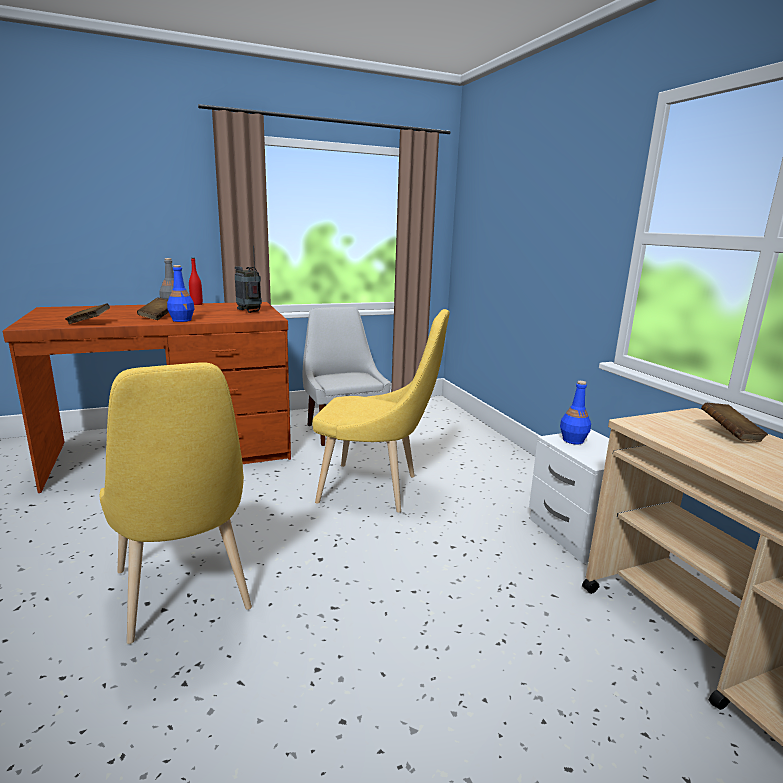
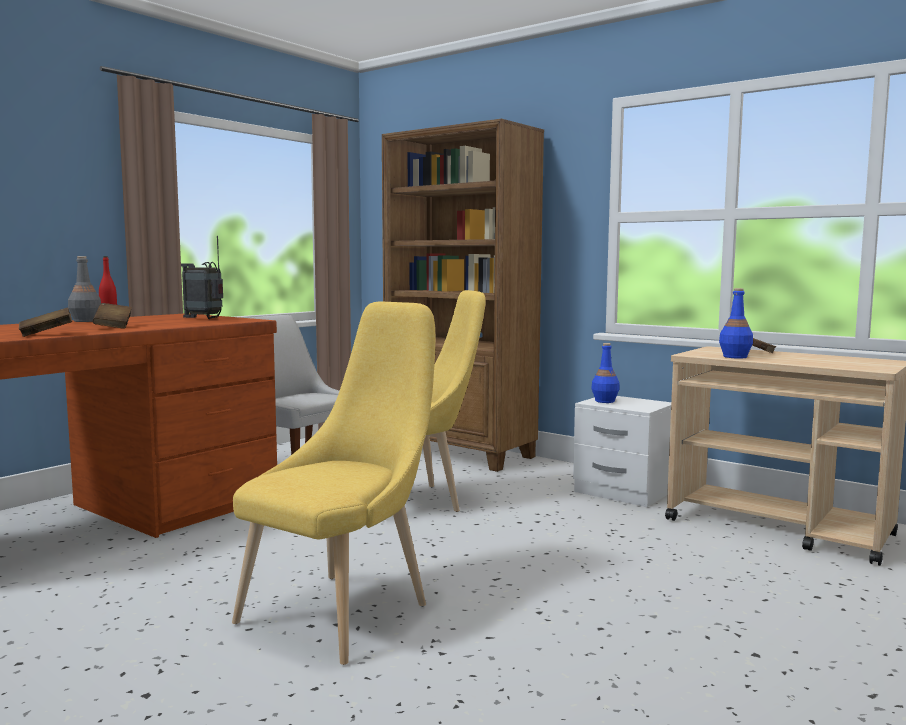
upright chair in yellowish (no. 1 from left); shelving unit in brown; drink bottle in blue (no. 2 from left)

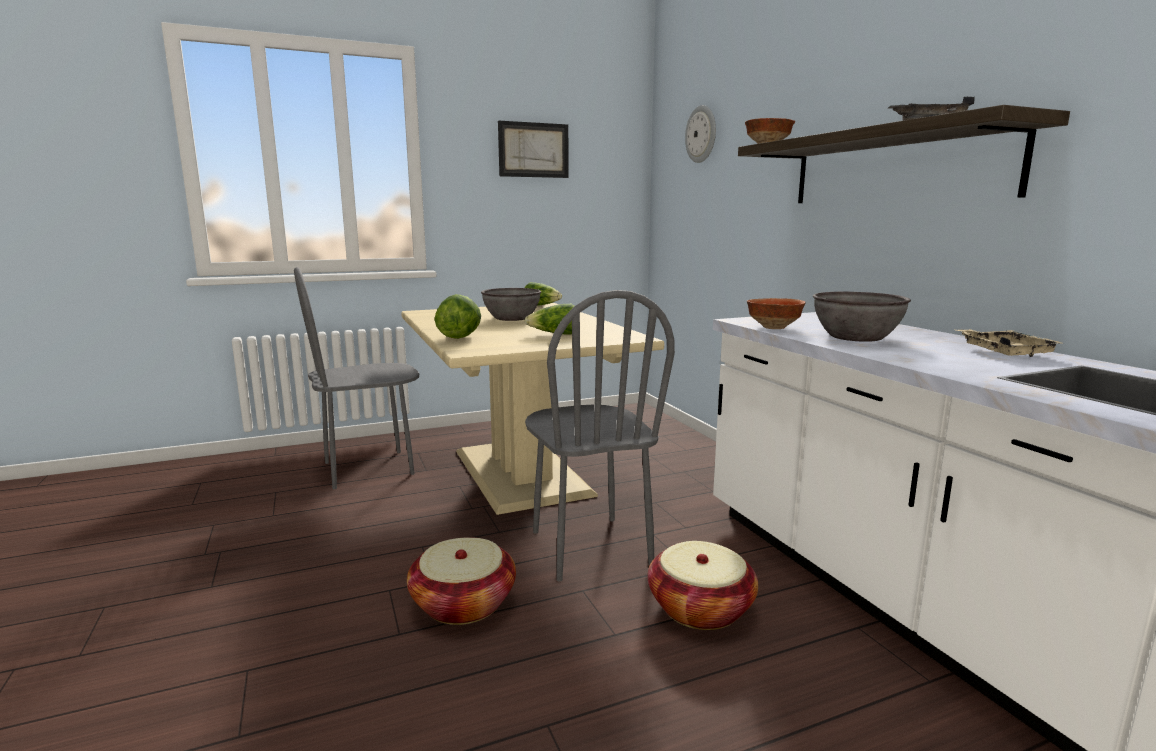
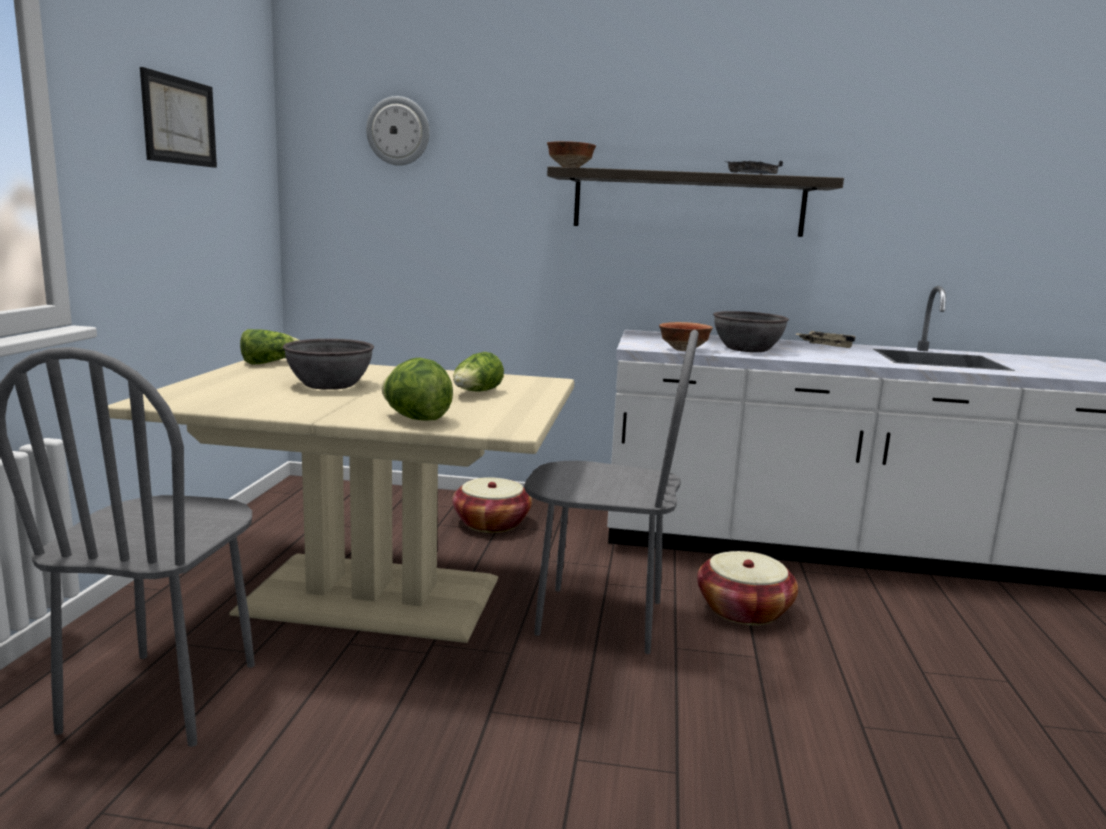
household basket (no. 1 from left)

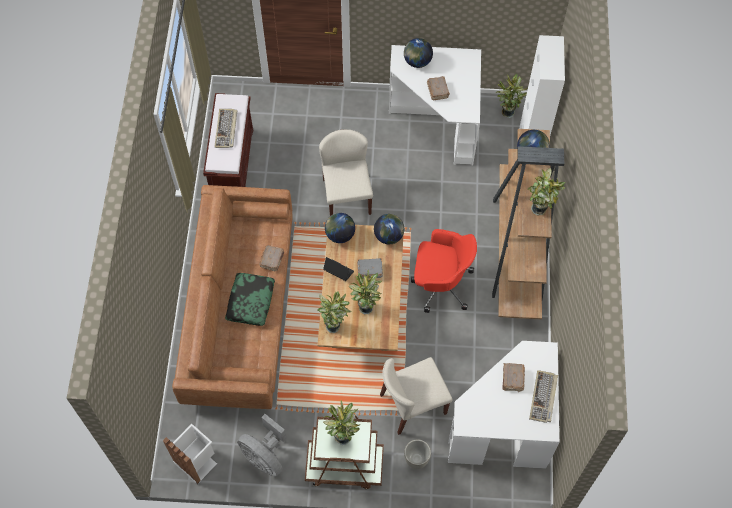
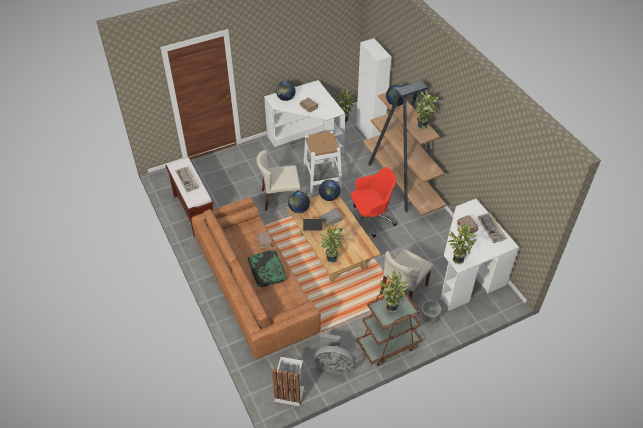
upright chair in beige (no. 1 from left); stool seat in whitish; potted plant (no. 5 from left)

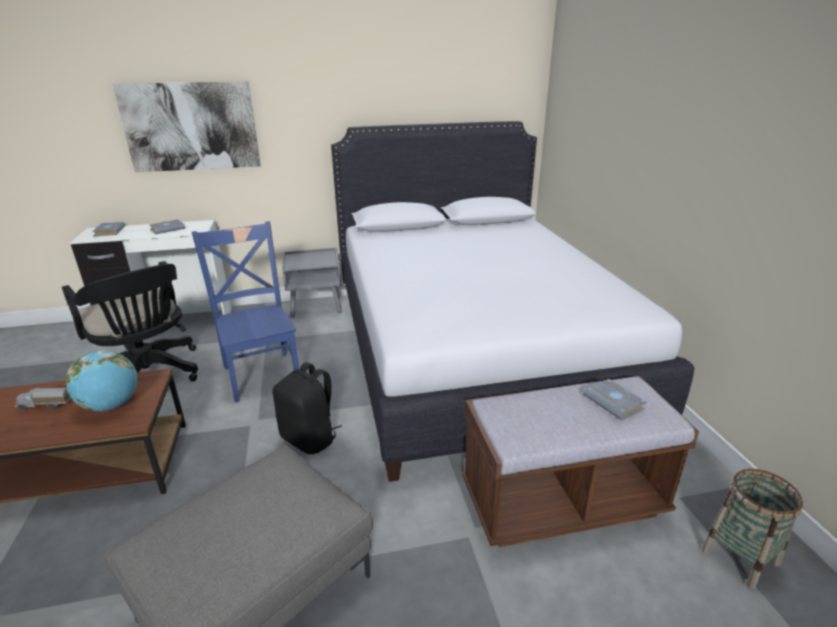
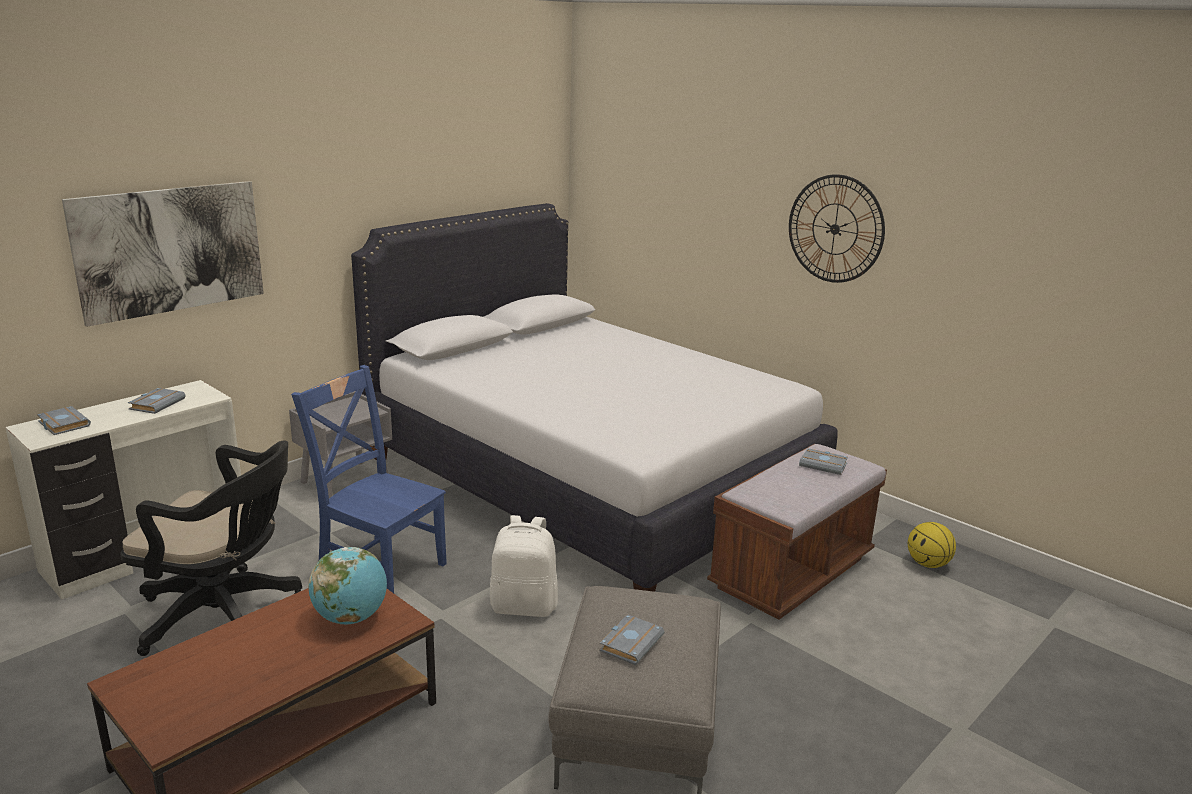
rucksack in whitish; book in grey (no. 3 from left); wall clock; ball for basketball; toy truck

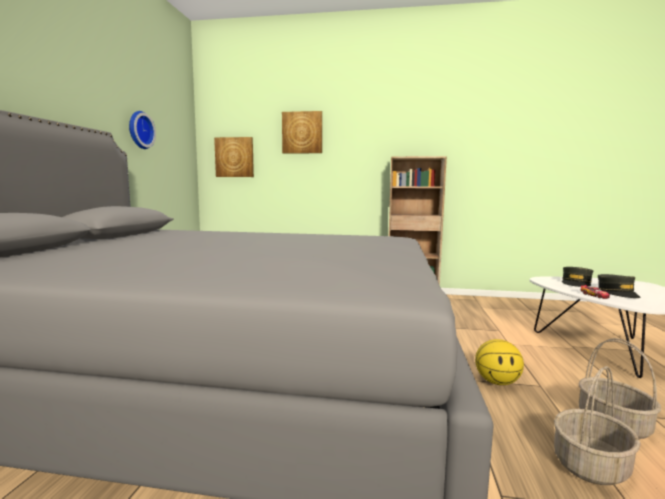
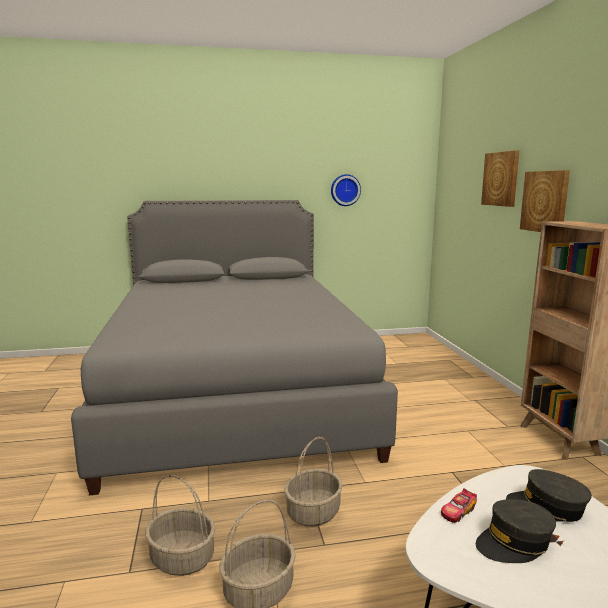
household basket (no. 3 from left); picture (no. 2 from left)

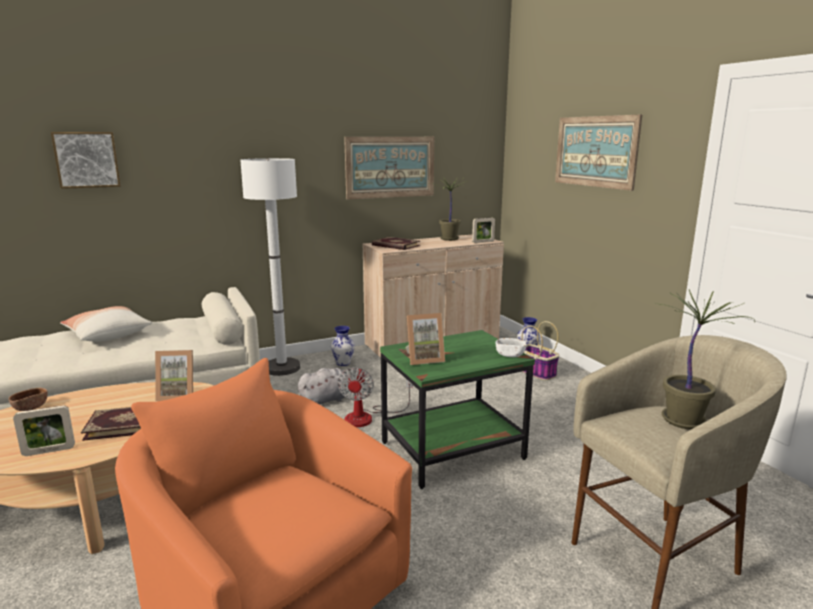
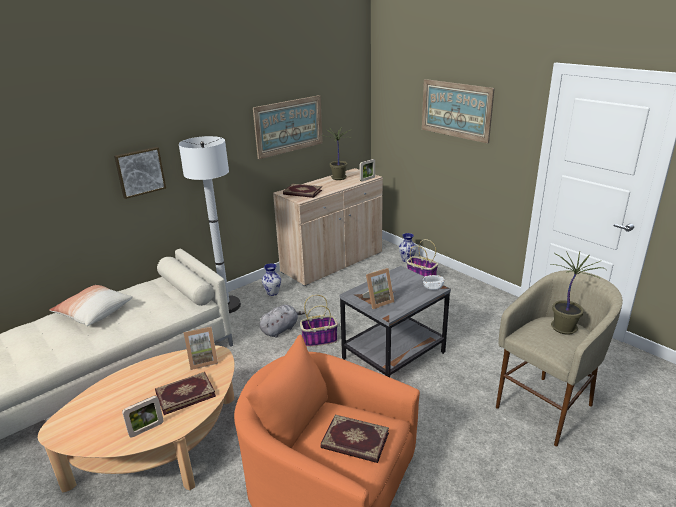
picture (no. 1 from left); household basket (no. 1 from left); book (no. 3 from left); accent table in grey; bowl in brown

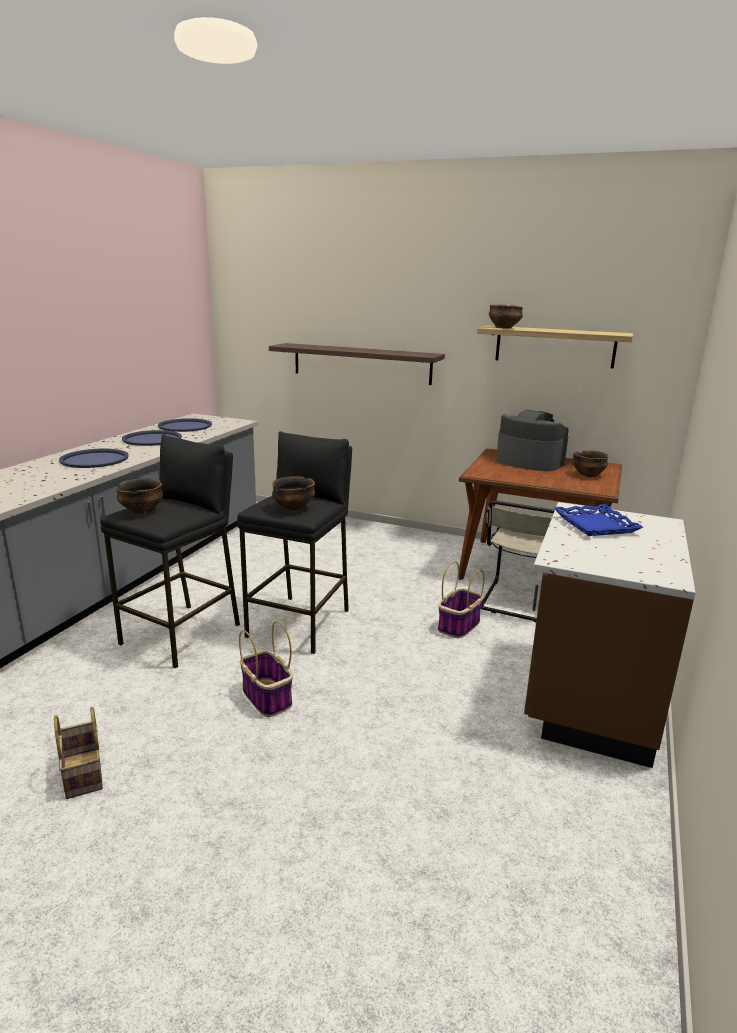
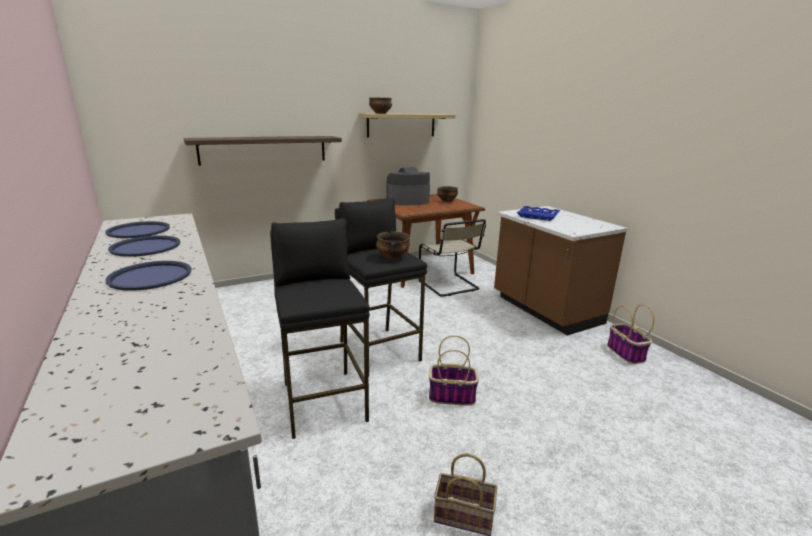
household basket (no. 3 from left); bowl (no. 1 from left in the first image)

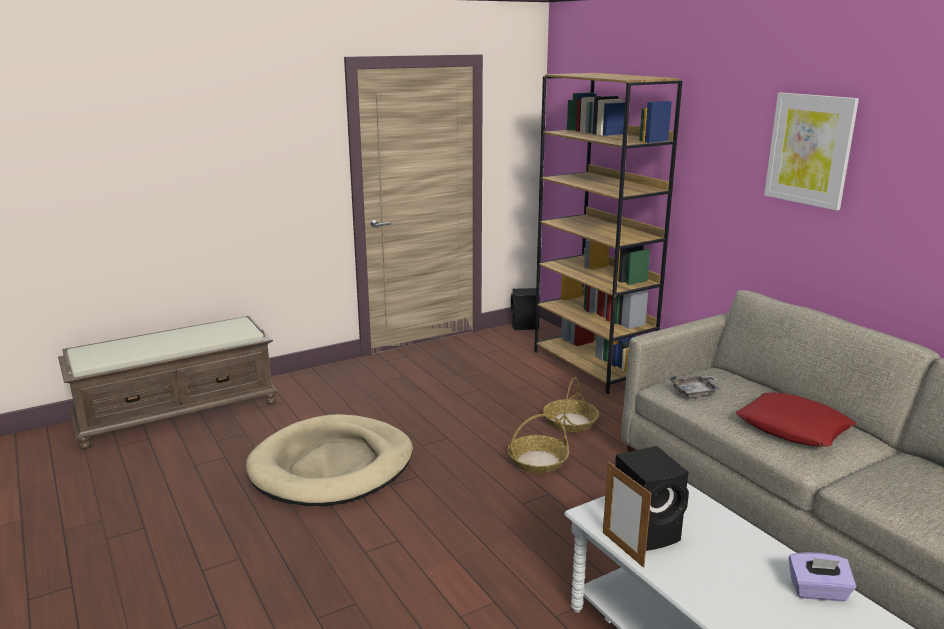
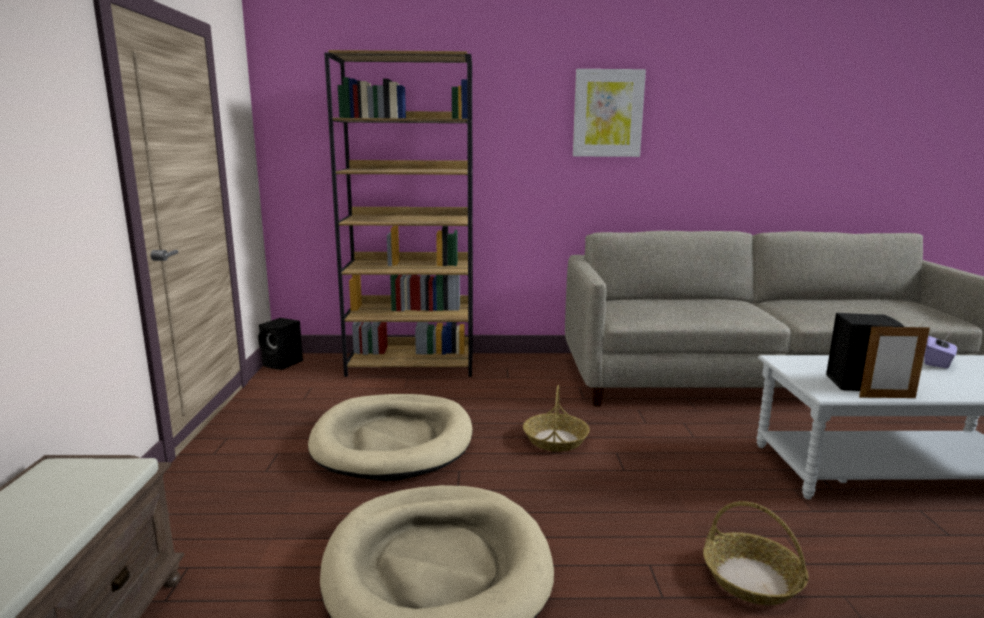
dog cushion in beige (no. 1 from left); household basket (no. 2 from left); carrying tray in grey; pillow in red

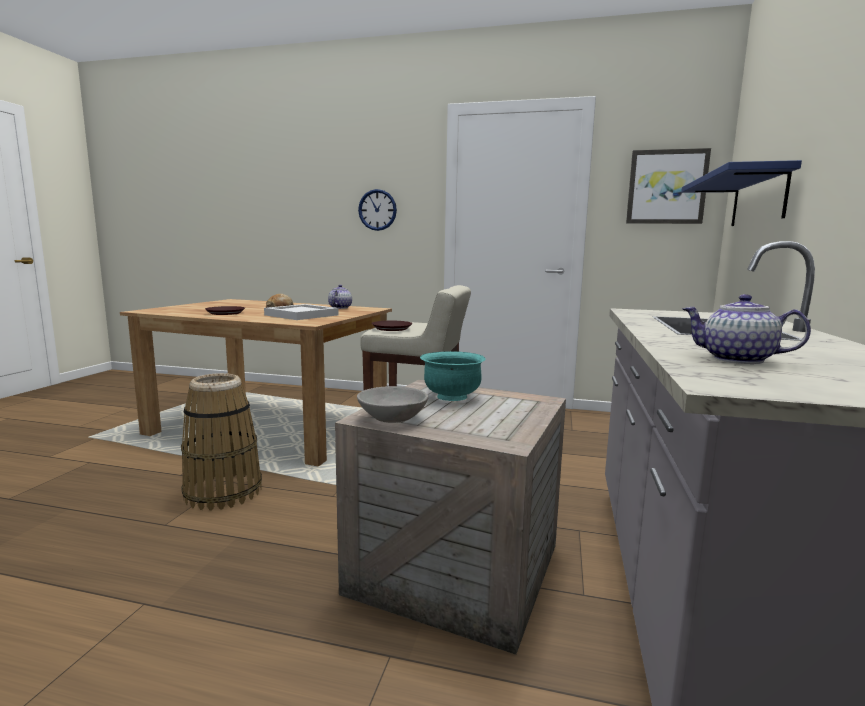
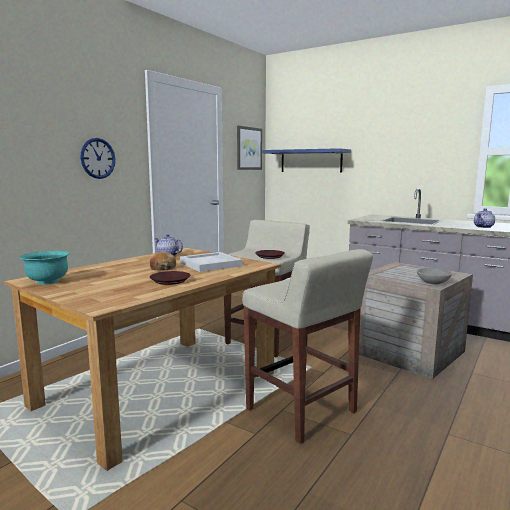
bowl in blue-green; stool seat in beige (no. 2 from left)

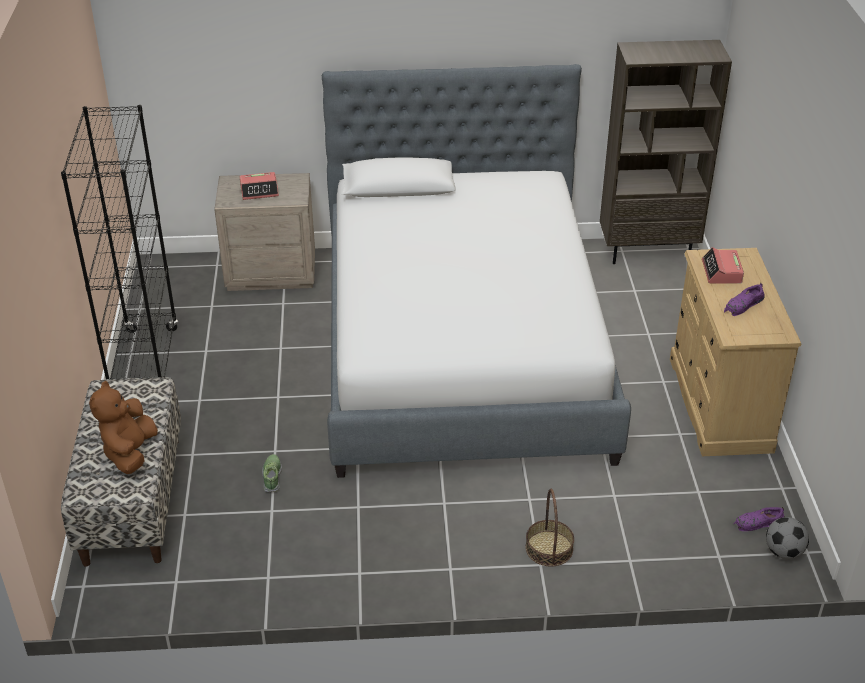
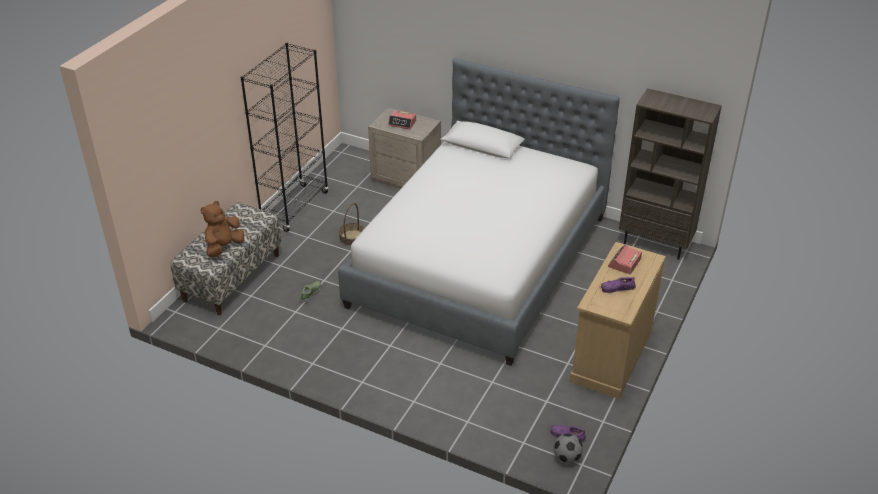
household basket

